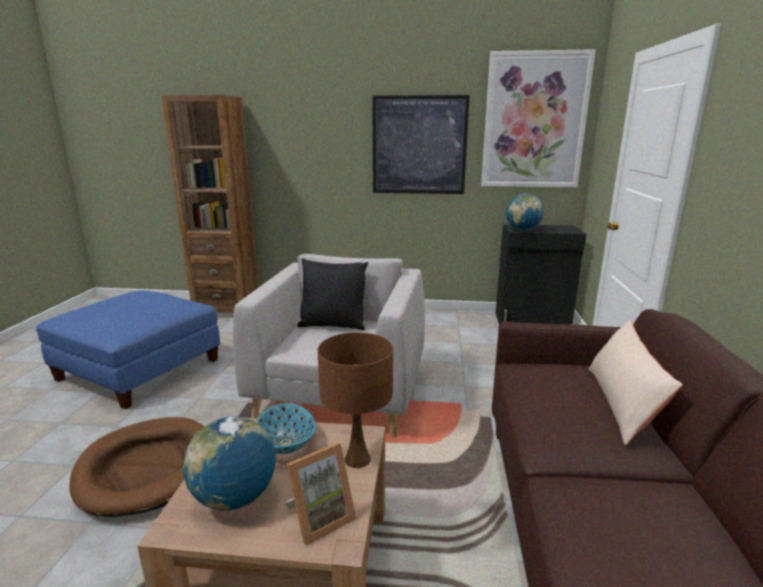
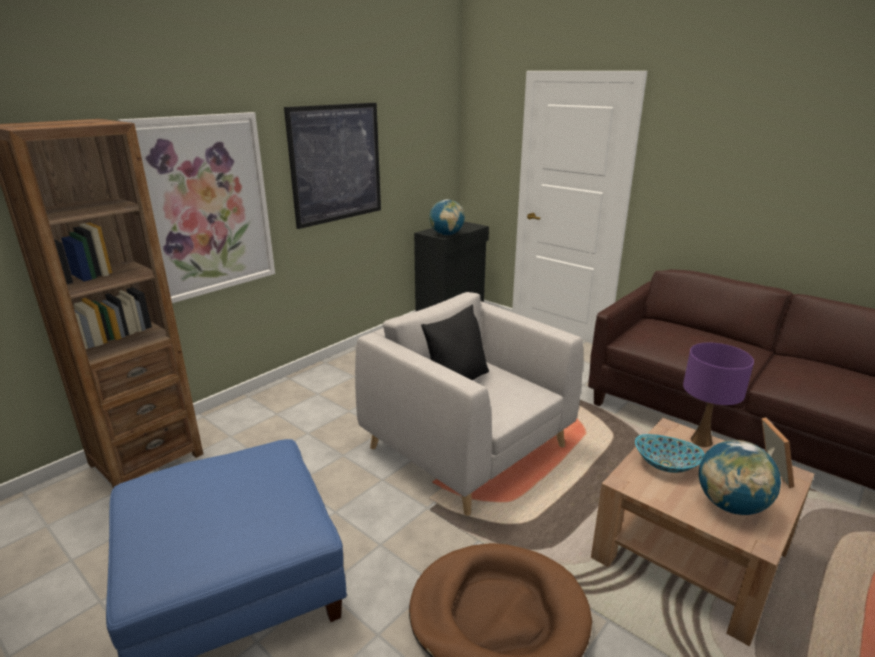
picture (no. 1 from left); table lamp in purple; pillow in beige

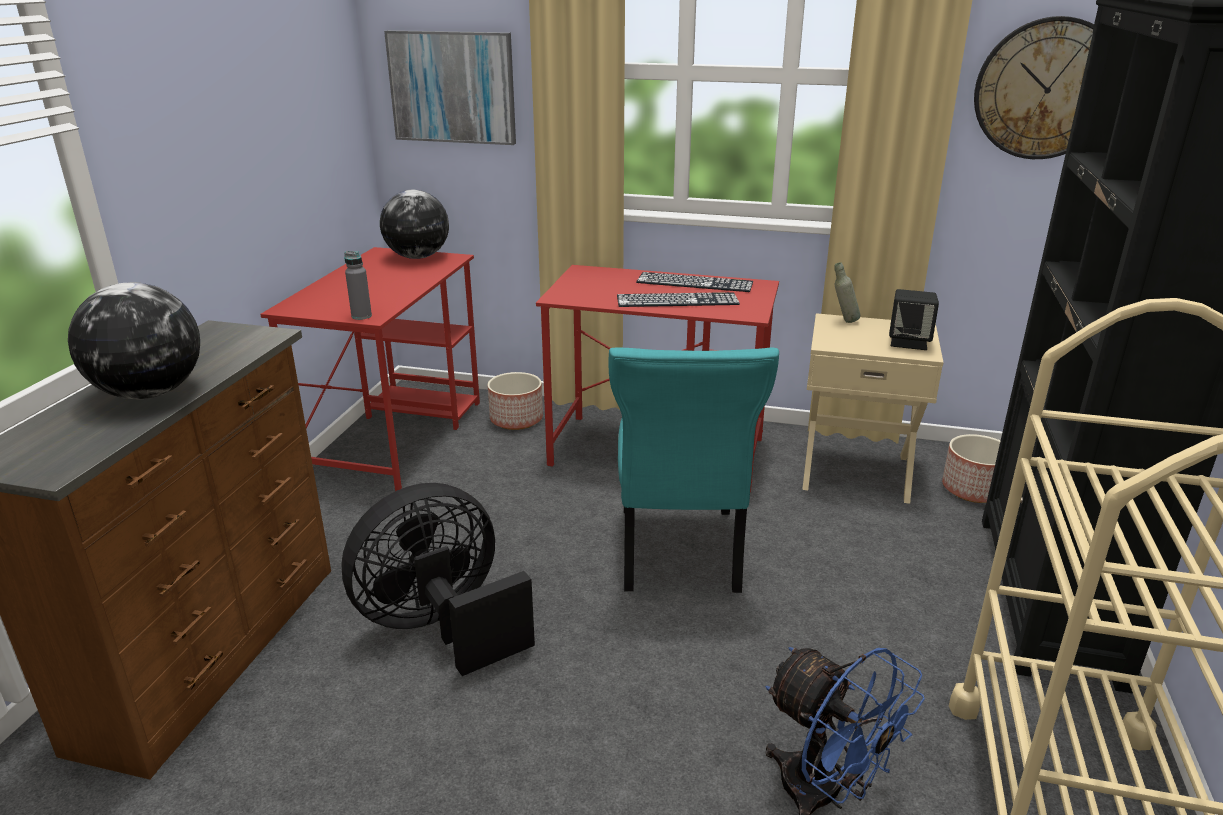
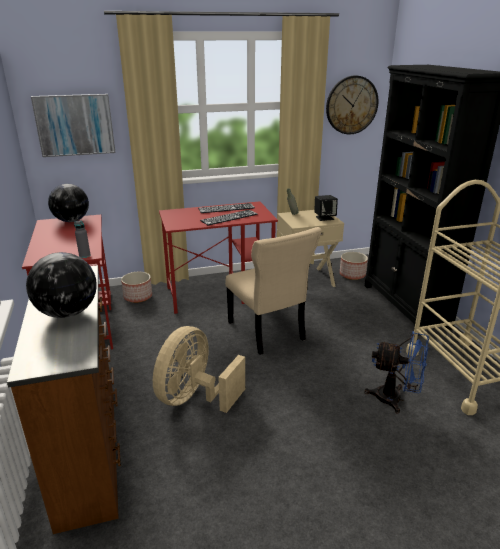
cooling fan in beige; upright chair in beige

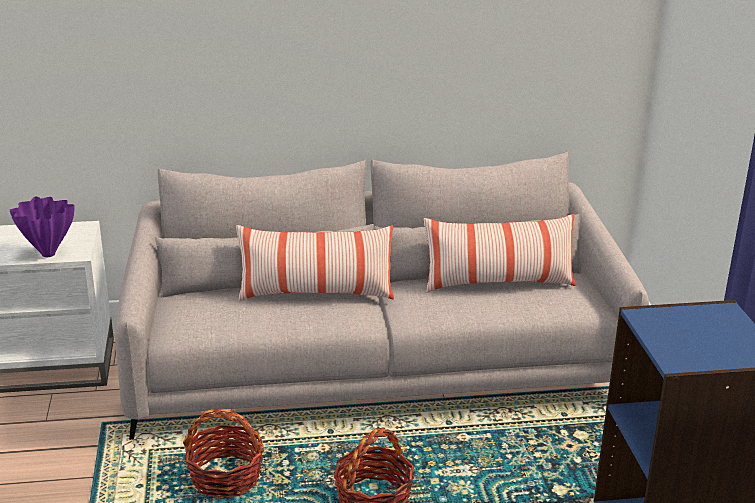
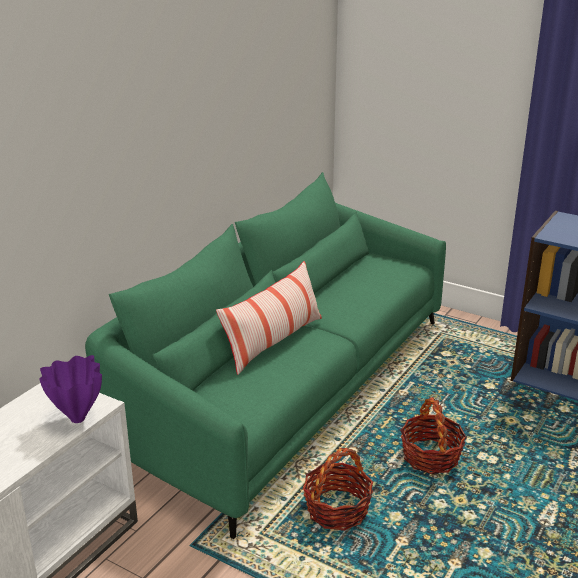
couch in green; pillow (no. 2 from left in the first image)

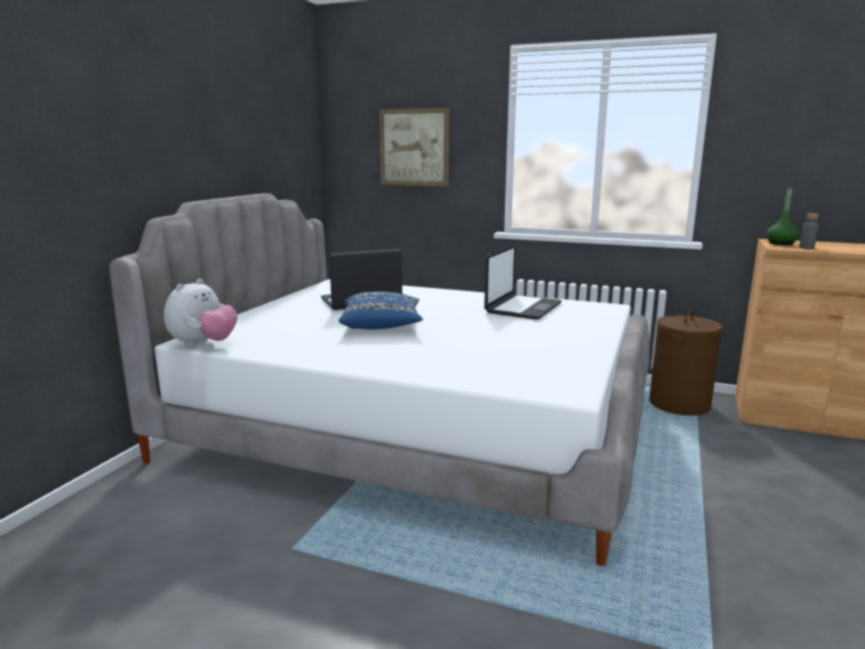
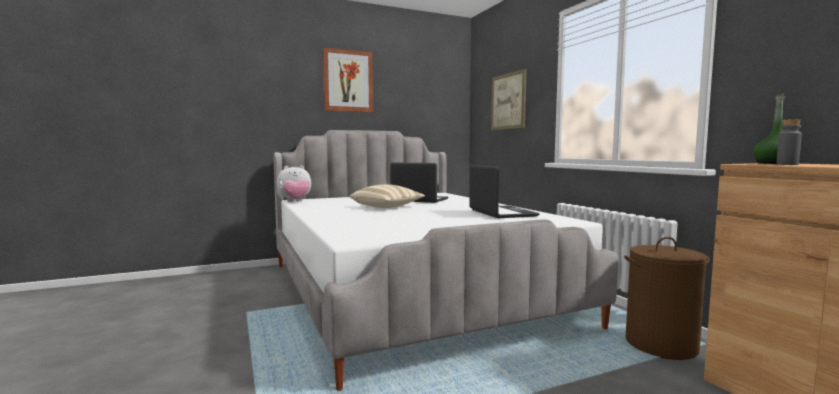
picture (no. 1 from left); pillow in beige; portable computer (no. 2 from left)

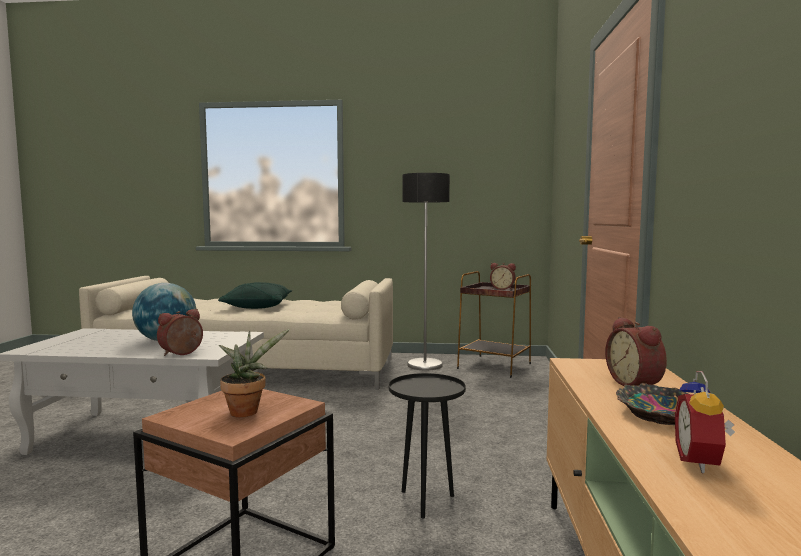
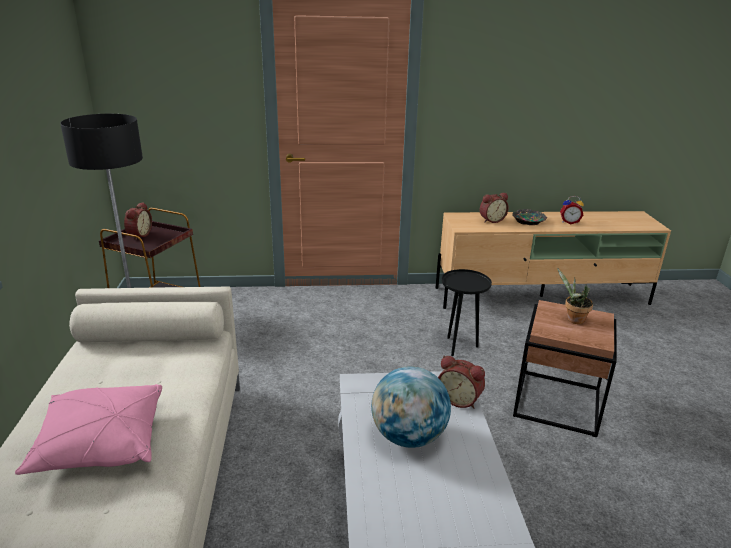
pillow in pink

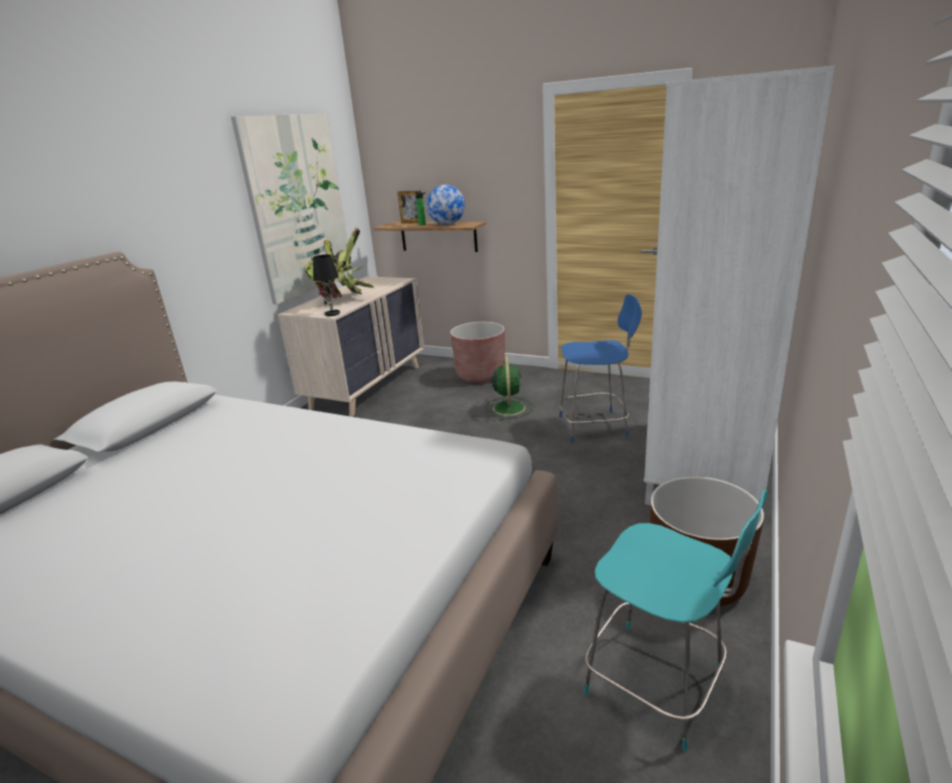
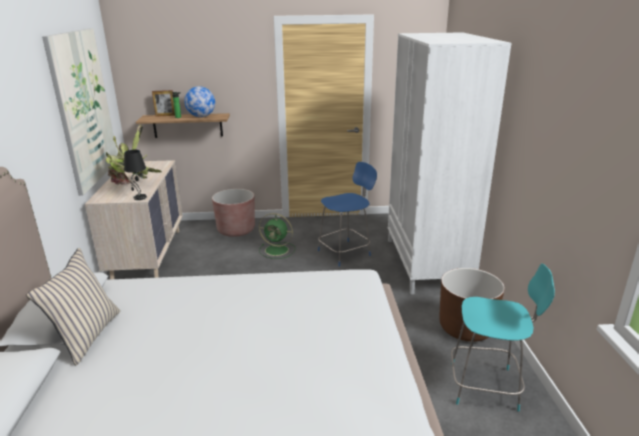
pillow in beige; cooling fan in green

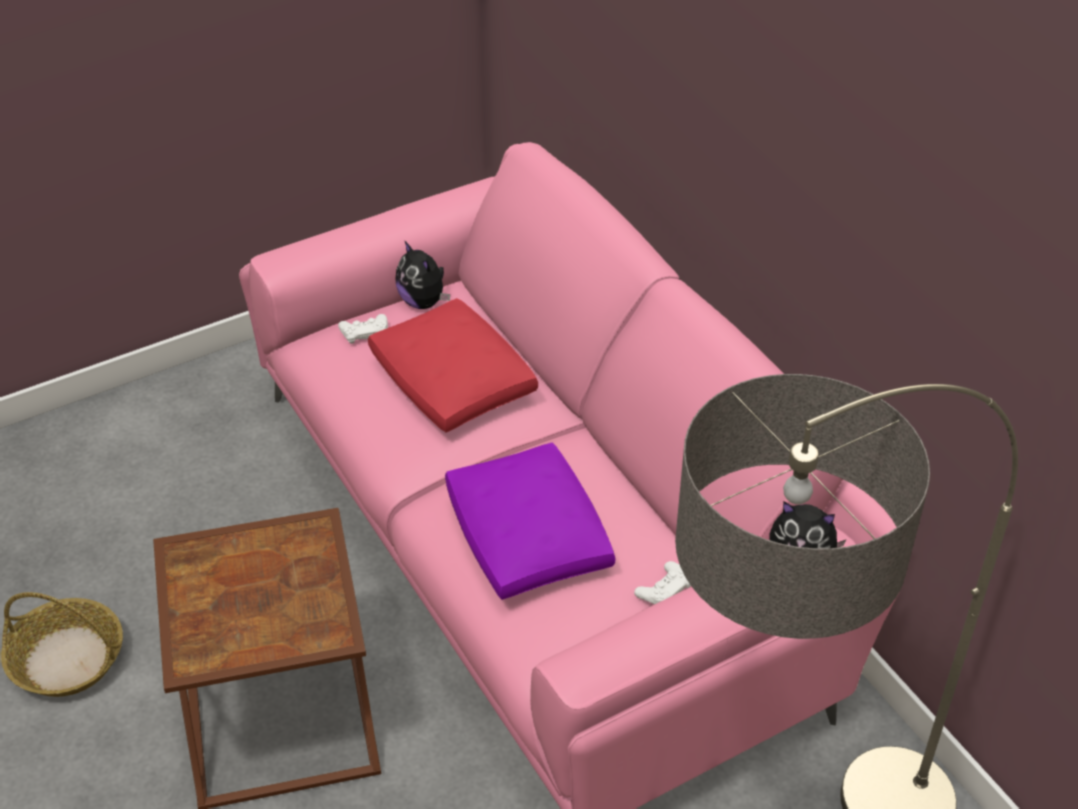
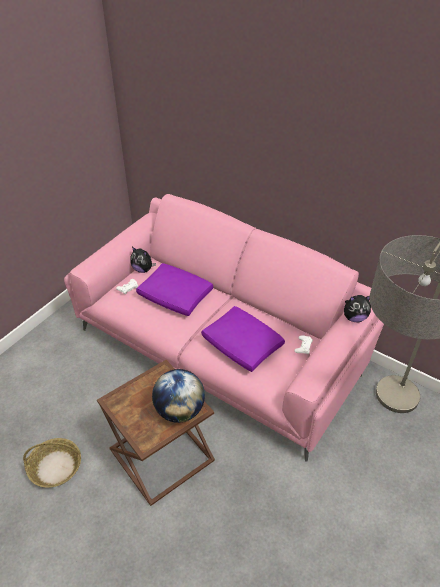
pillow in purple (no. 1 from left); world globe

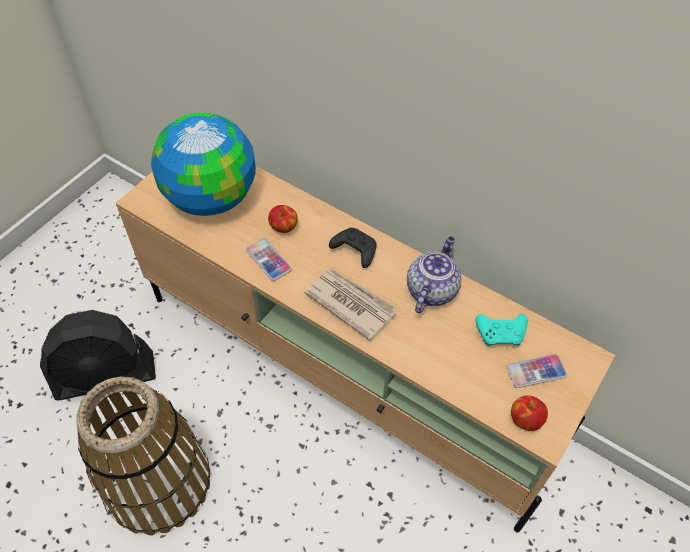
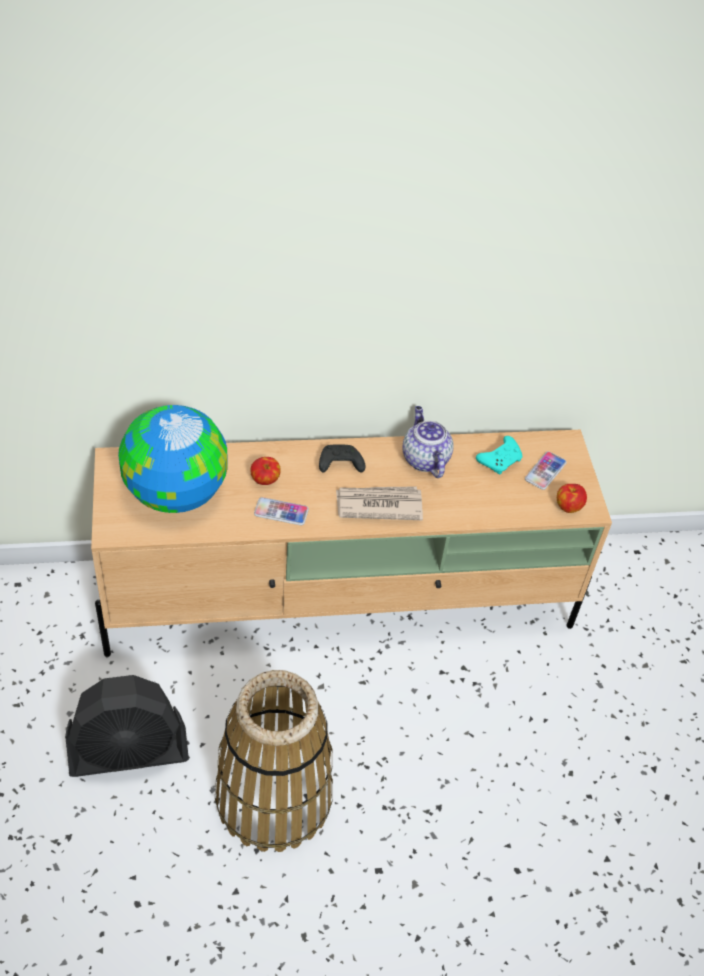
cooling fan in black

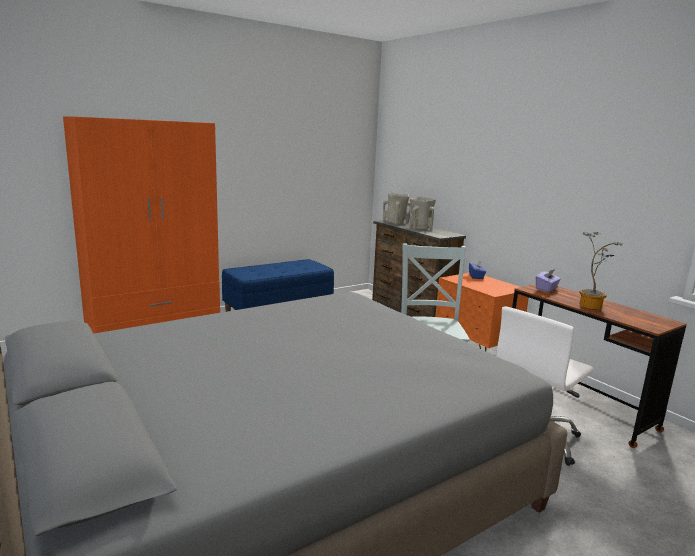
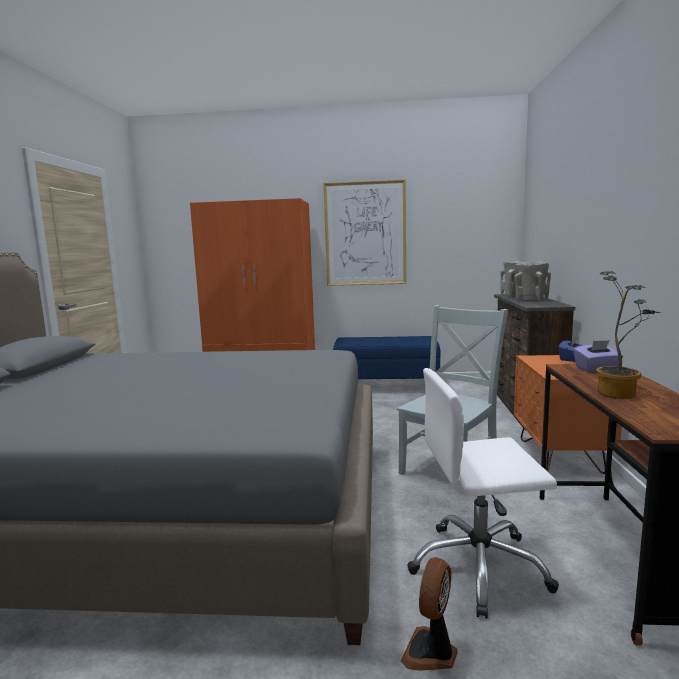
picture; cooling fan

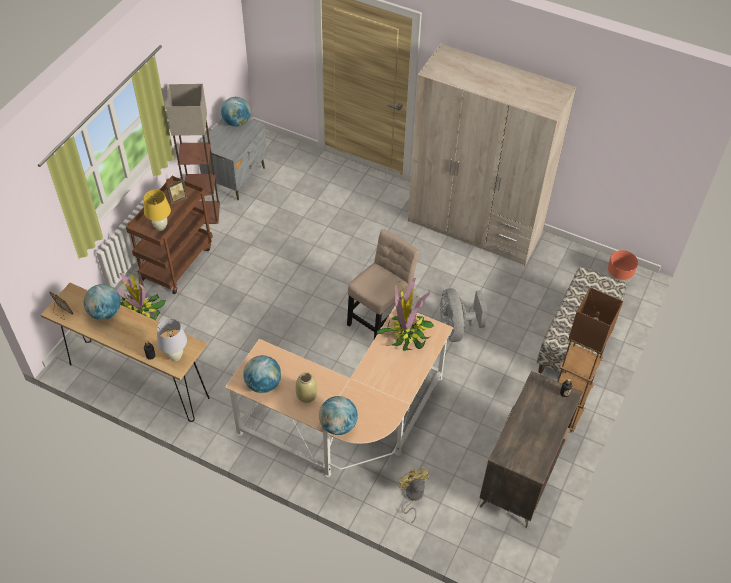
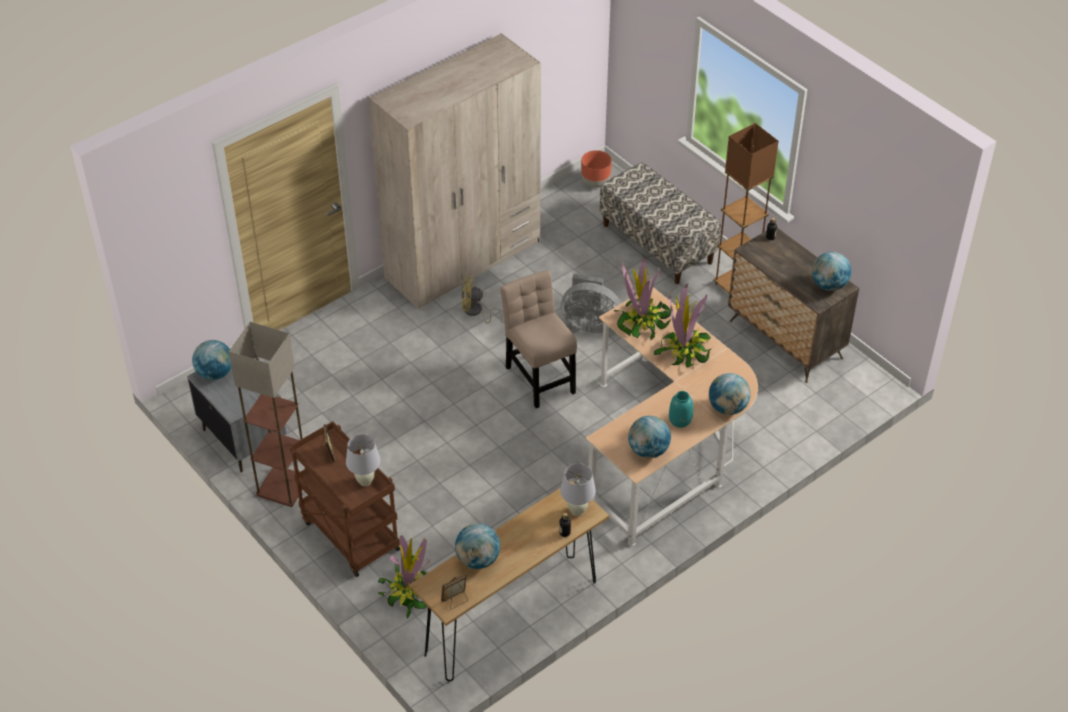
table lamp in whitish (no. 1 from left); cooling fan in yellowish; potted plant (no. 3 from left); vase in blue-green; world globe (no. 5 from left)

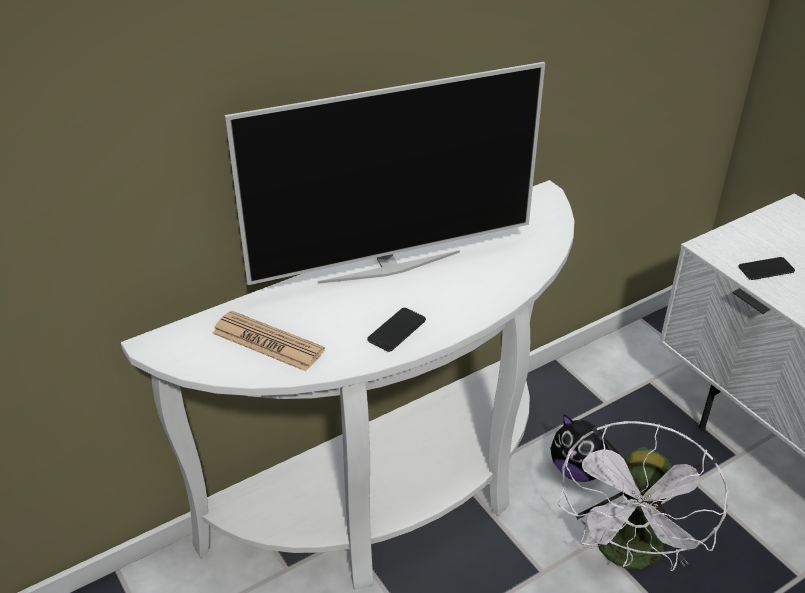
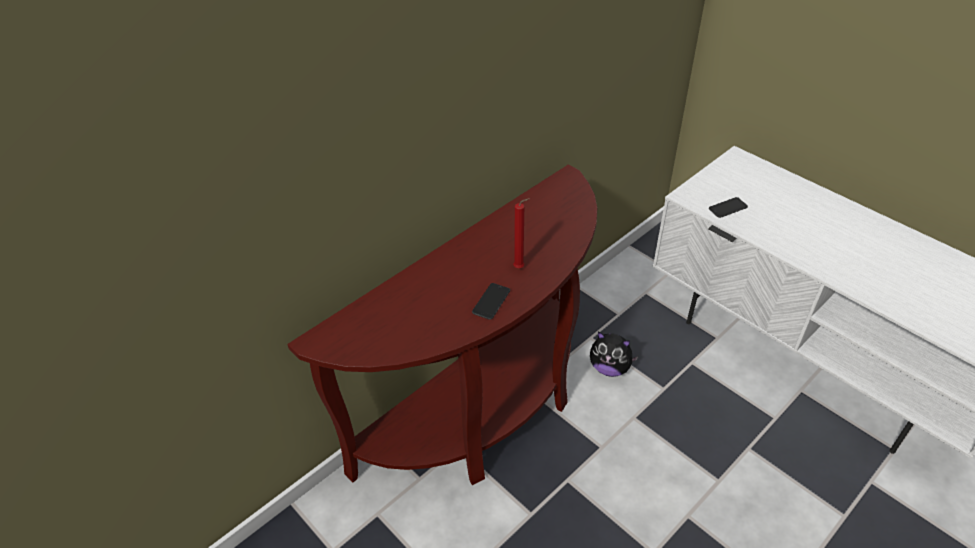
console table in brown; wax candle in red; newspaper; television; cooling fan in whitish

